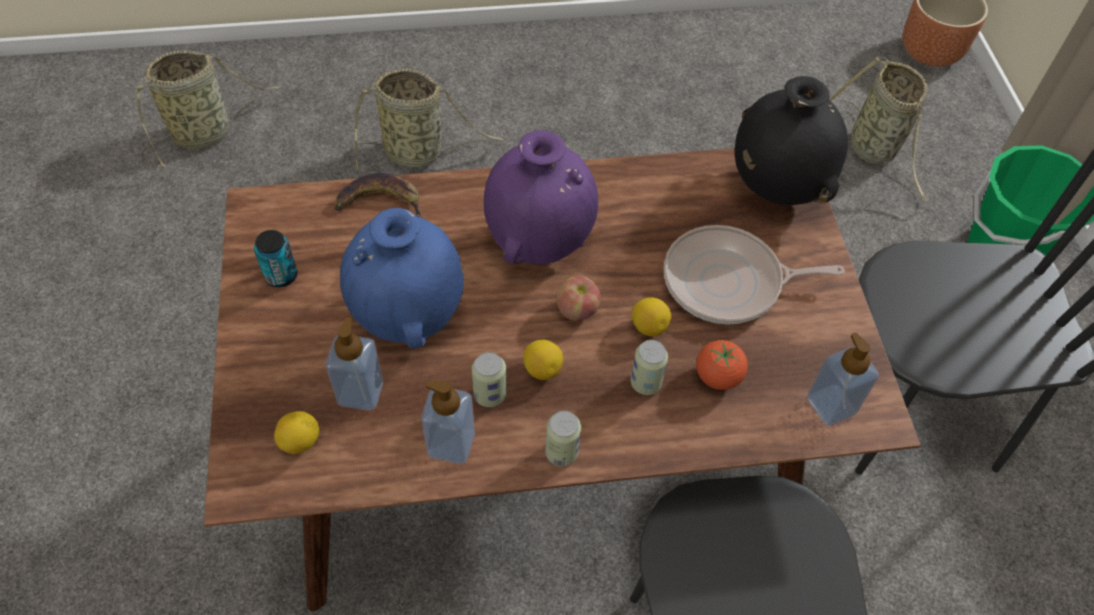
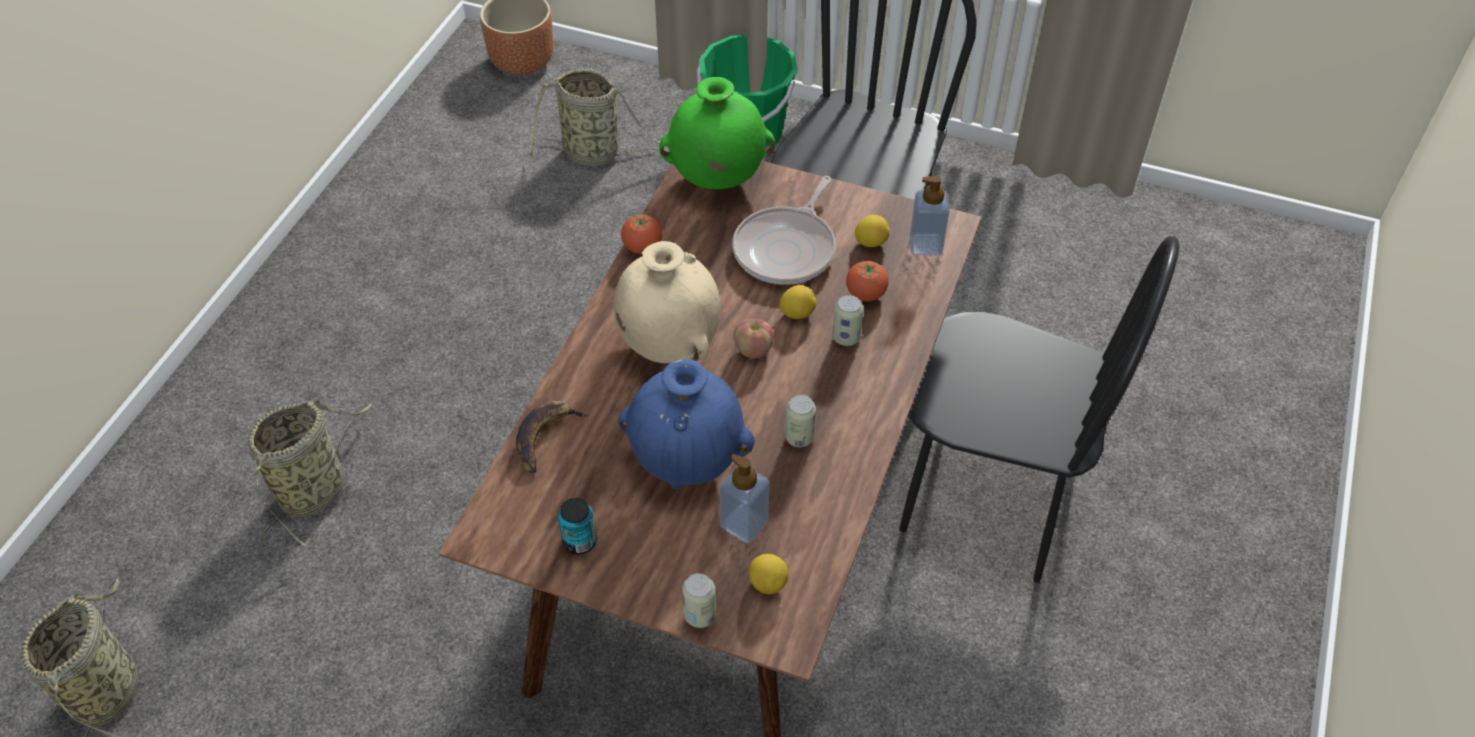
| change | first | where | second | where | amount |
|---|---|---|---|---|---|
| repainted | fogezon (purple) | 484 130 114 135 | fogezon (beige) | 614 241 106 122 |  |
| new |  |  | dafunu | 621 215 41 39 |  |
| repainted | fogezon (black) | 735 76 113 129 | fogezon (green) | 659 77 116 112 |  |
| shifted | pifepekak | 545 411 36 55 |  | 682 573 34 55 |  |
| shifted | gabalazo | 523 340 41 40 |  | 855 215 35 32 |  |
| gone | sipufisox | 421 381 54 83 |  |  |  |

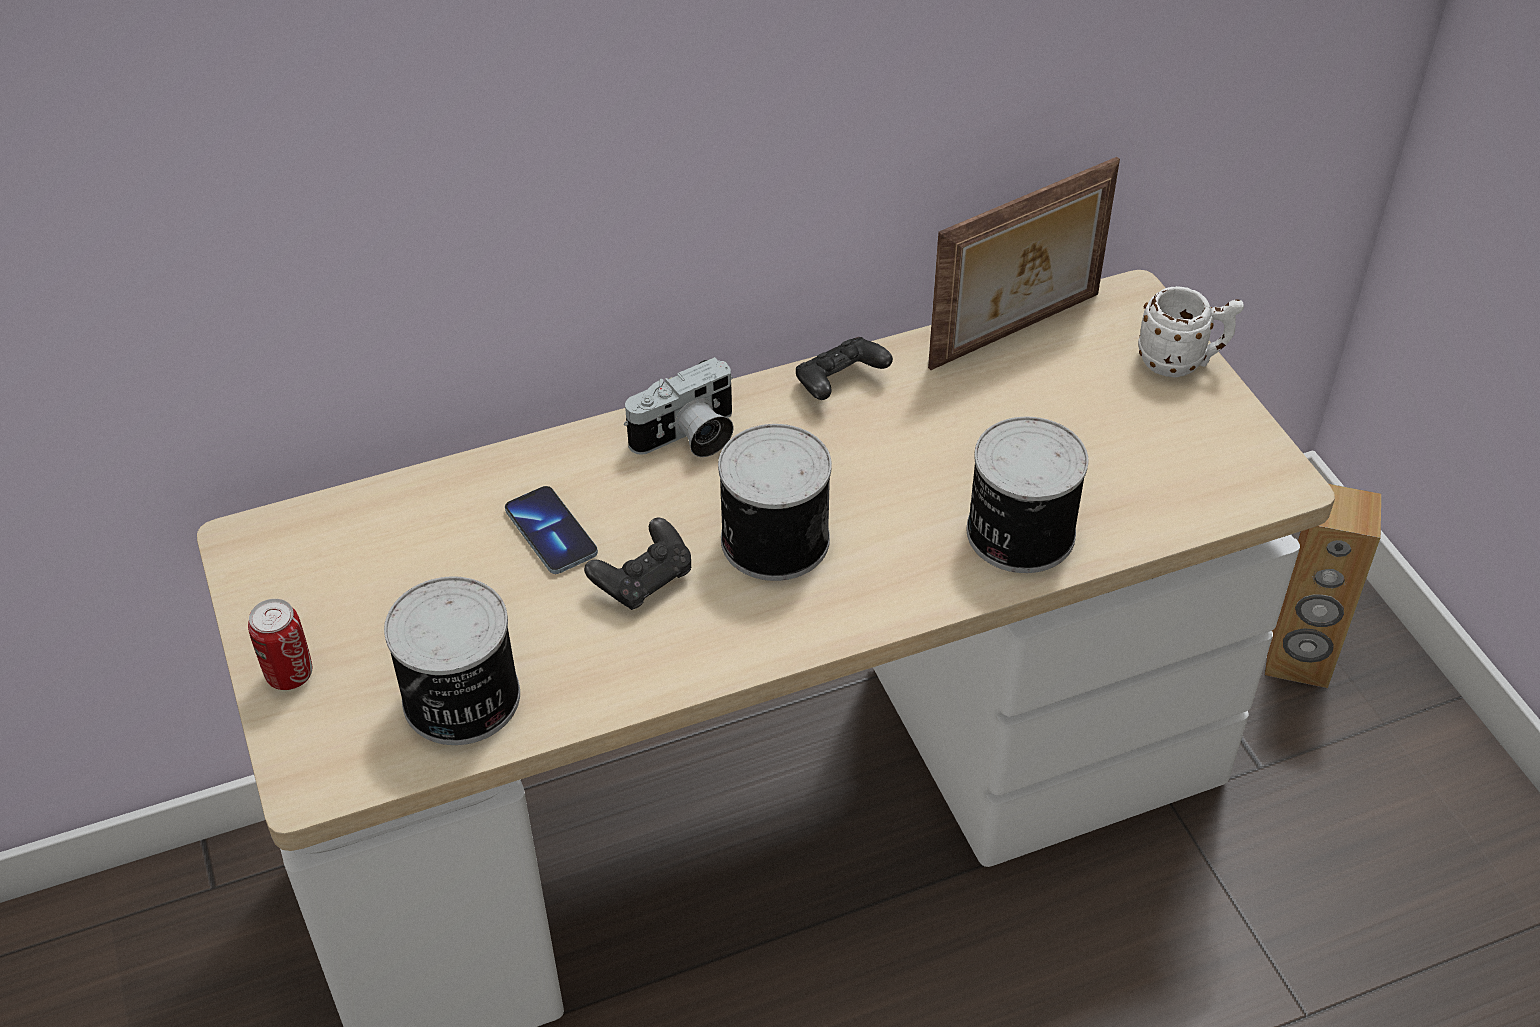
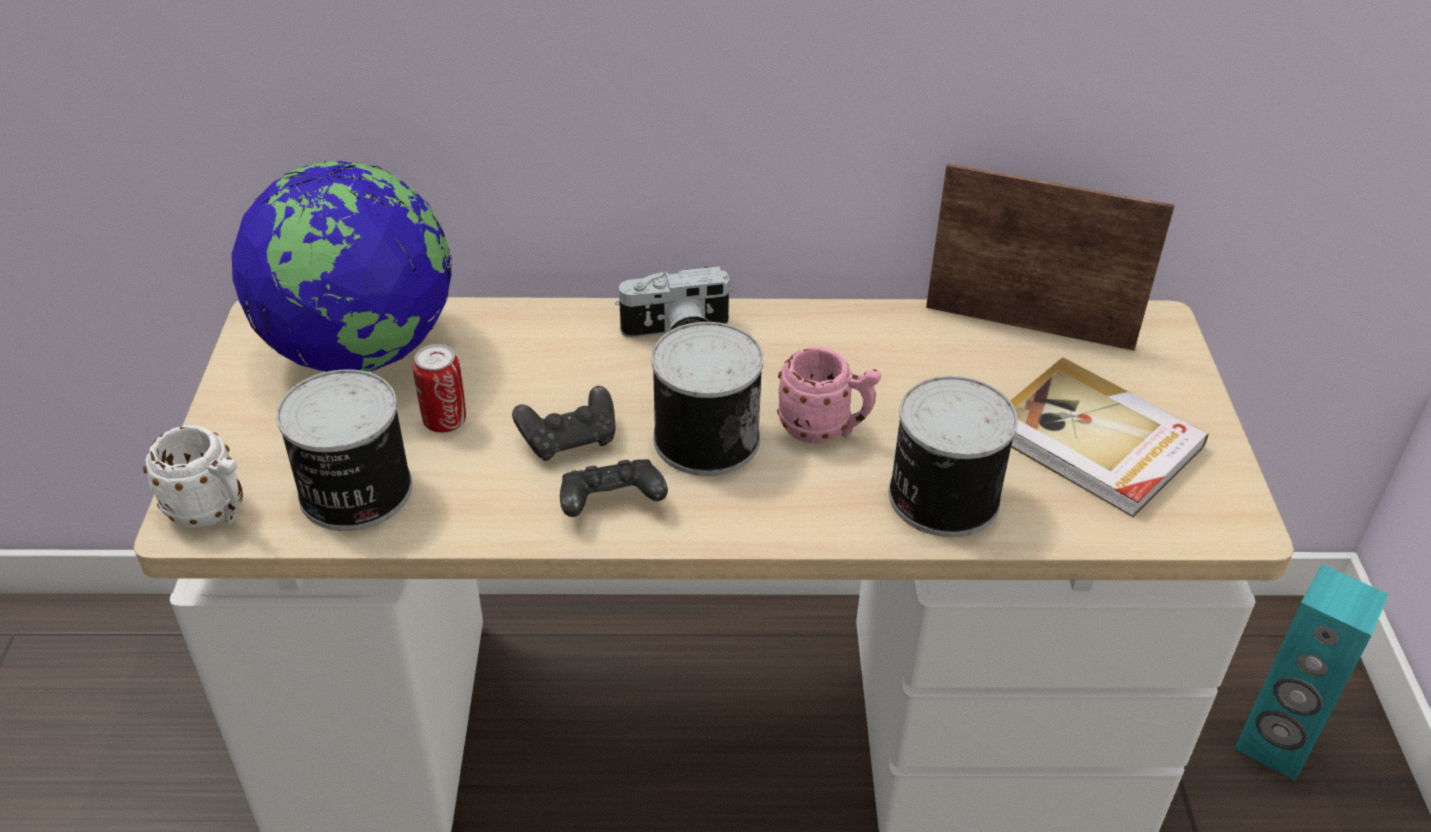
| change | first | where | second | where | amount |
|---|---|---|---|---|---|
| shifted | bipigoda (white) | 1138 286 106 91 |  | 143 425 100 103 |  |
| new |  |  | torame | 232 160 219 212 |  |
| shifted | pifepekak | 248 599 64 91 |  | 413 344 53 89 |  |
| shifted | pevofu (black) | 796 337 97 63 |  | 560 459 108 58 |  |
| new |  |  | bipigoda (pink) | 777 347 104 96 |  |
| rotated | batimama | 928 157 192 213 |  | 926 163 249 188 | 150 degrees counterclockwise |
| new |  |  | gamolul | 1010 357 199 161 |  |
| repainted | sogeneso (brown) | 1265 484 116 204 | sogeneso (turquoise) | 1234 564 155 217 |  |
| gone | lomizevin | 505 486 93 88 |  |  |  |

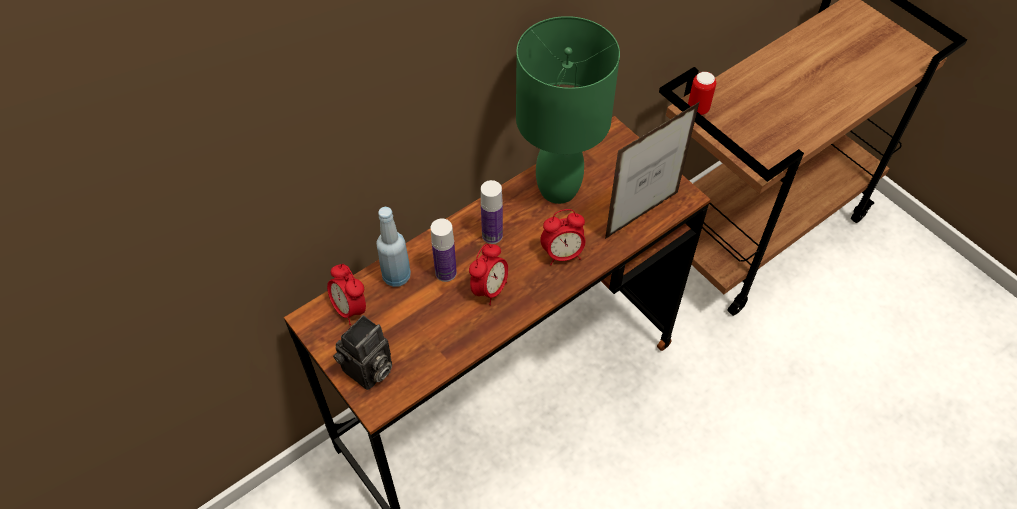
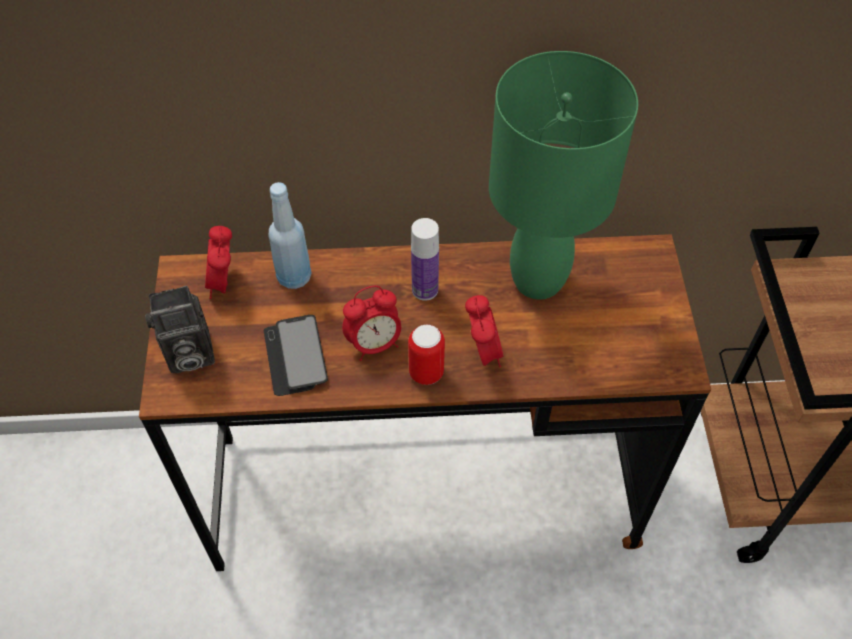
| change | first | where | second | where | amount |
|---|---|---|---|---|---|
| new |  |  | lomizevin | 264 315 64 81 |  |
| shifted | pifepekak | 688 72 28 43 |  | 408 324 37 61 |  |
| rotated | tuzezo | 540 209 45 56 |  | 465 295 38 73 | 120 degrees counterclockwise |
| gone | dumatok | 431 218 26 64 |  |  |  |
| gone | batimama | 605 102 94 137 |  |  |  |

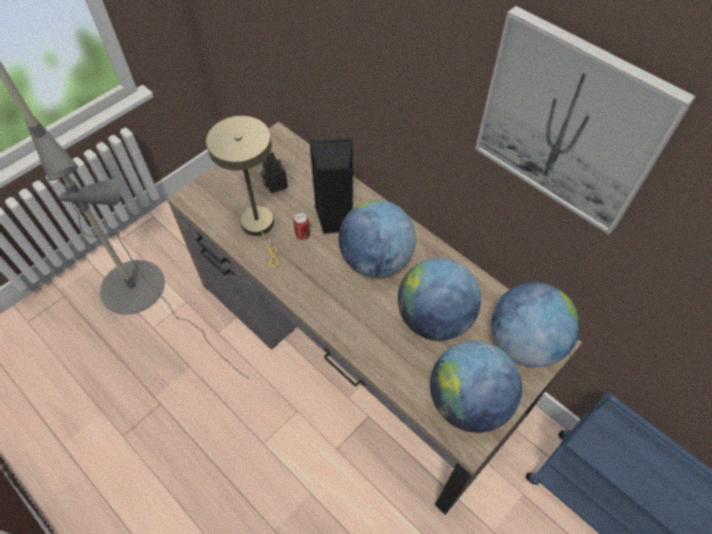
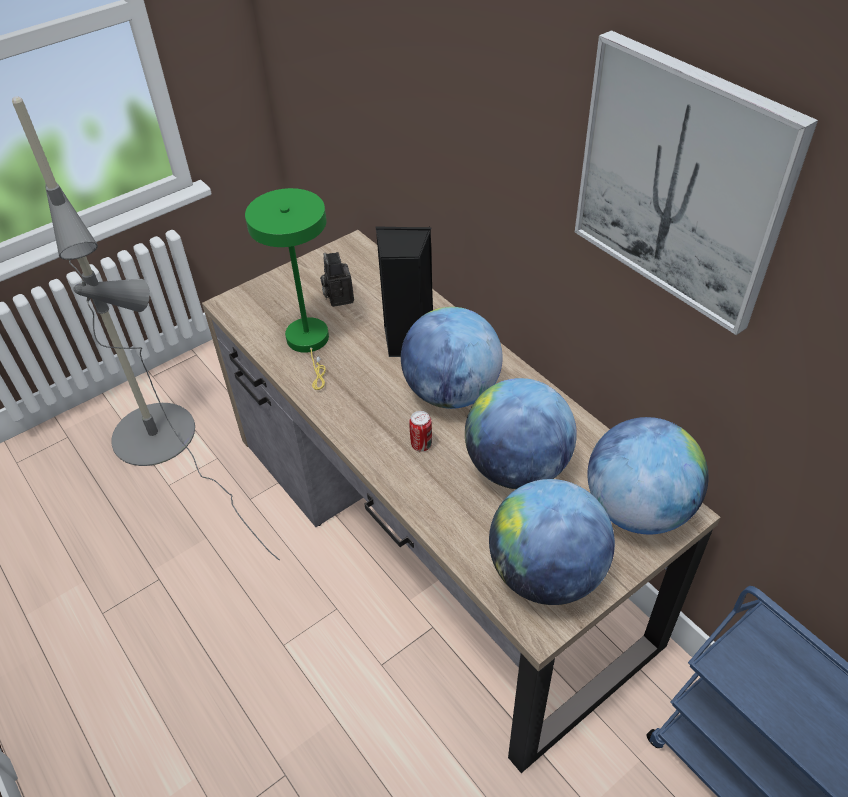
| change | first | where | second | where | amount |
|---|---|---|---|---|---|
| repainted | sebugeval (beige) | 206 116 73 152 | sebugeval (green) | 245 188 84 202 |  |
| shifted | pifepekak | 293 213 17 27 |  | 409 411 23 41 |  |

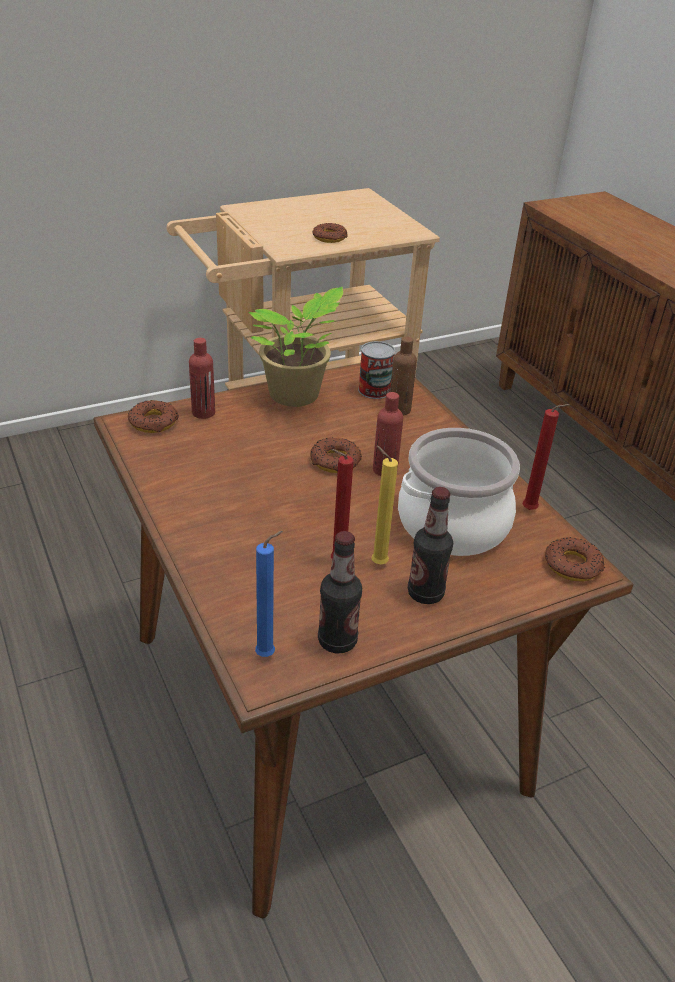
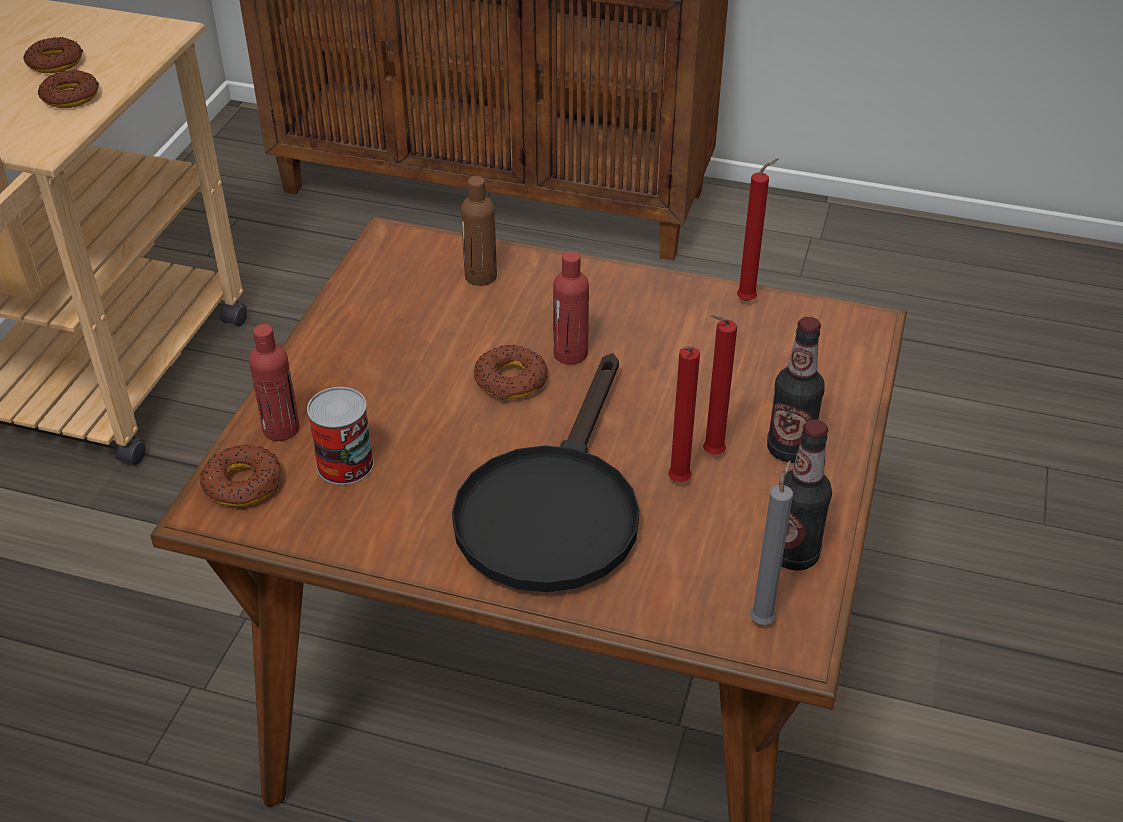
| change | first | where | second | where | amount |
|---|---|---|---|---|---|
| shifted | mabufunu | 545 537 60 45 |  | 23 37 60 36 |  |
| shifted | pifepekak | 358 341 37 58 |  | 307 387 67 98 |  |
| new |  |  | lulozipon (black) | 452 353 187 239 |  |
| repainted | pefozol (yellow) | 371 445 27 119 | pefozol (red) | 703 315 34 140 |  |
| repainted | pefozol (blue) | 255 531 28 126 | pefozol (grey) | 750 460 43 165 |  |
| gone | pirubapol | 249 287 94 120 |  |  |  |
| gone | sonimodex | 398 428 122 128 |  |  |  |

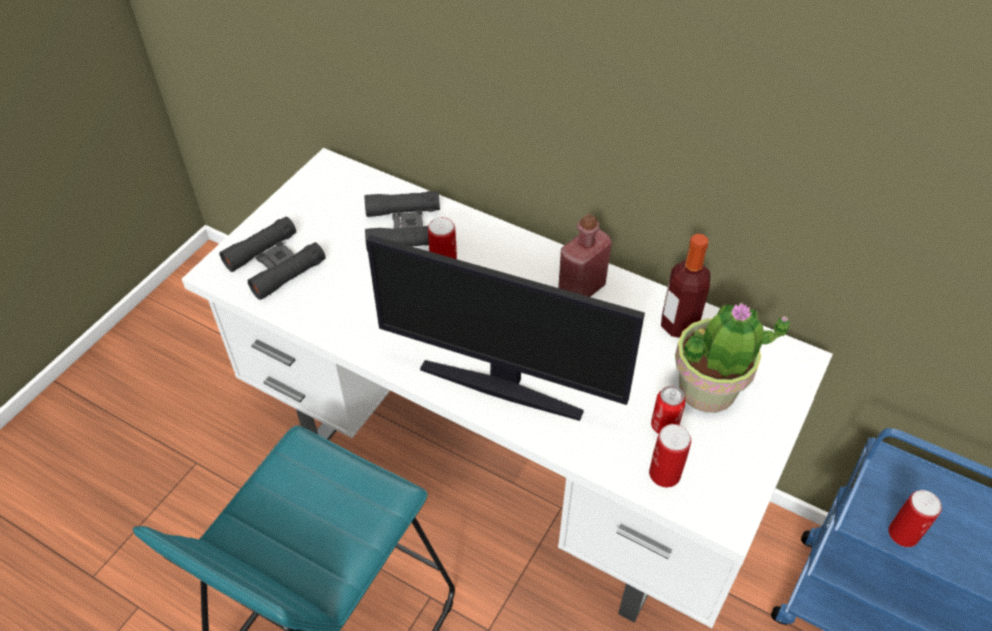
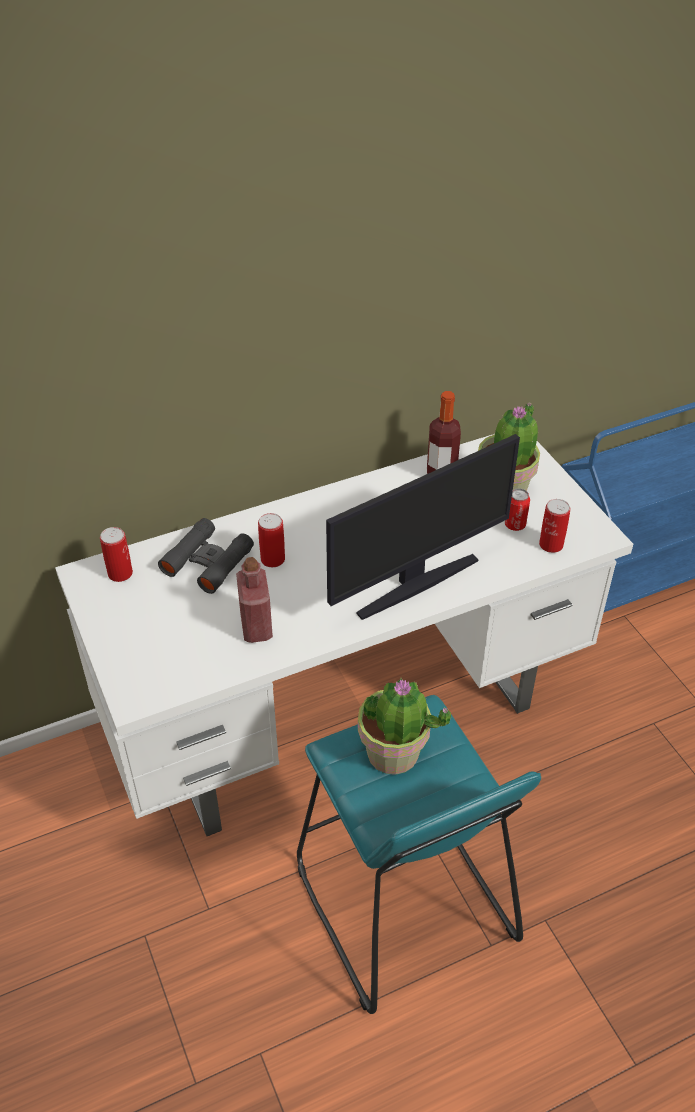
| change | first | where | second | where | amount |
|---|---|---|---|---|---|
| shifted | pifepekak | 888 490 54 57 |  | 100 527 33 55 |  |
| shifted | dumatok (red) | 558 214 54 83 |  | 236 557 37 86 |  |
| new |  |  | pirubapol | 358 678 93 97 |  |
| gone | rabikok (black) | 219 217 107 83 |  |  |  |

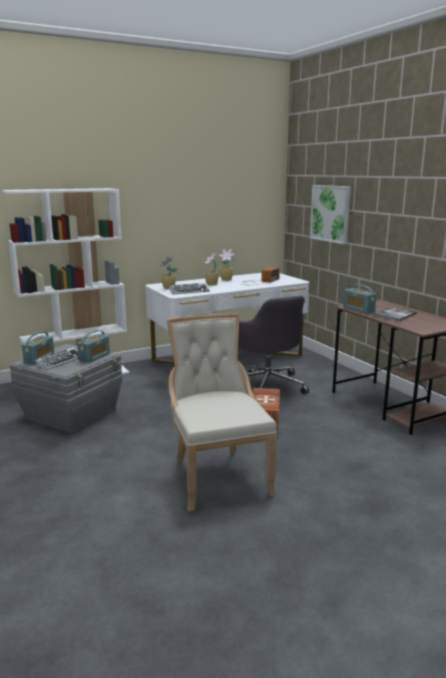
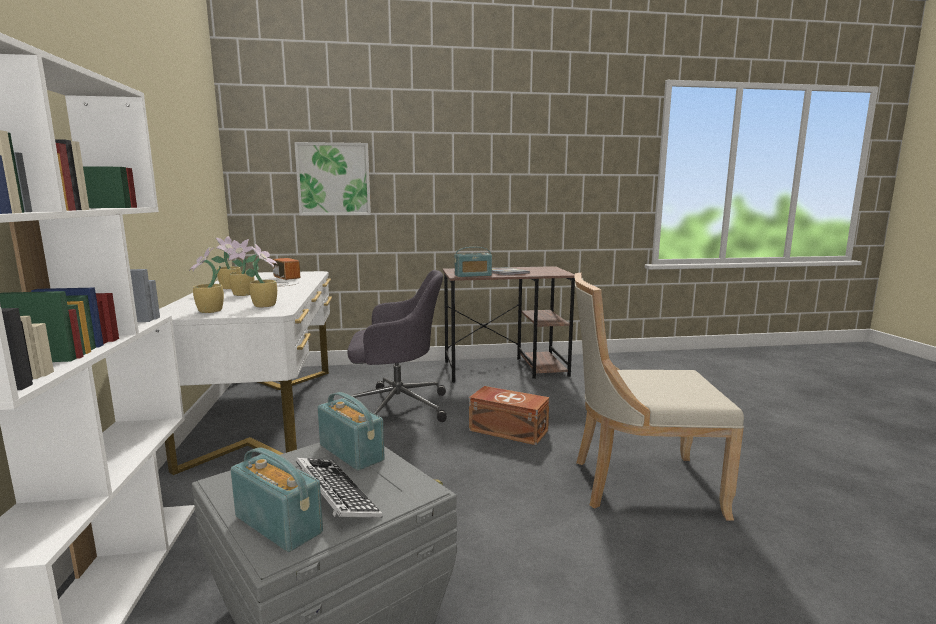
| change | first | where | second | where | amount |
|---|---|---|---|---|---|
| swapped | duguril | 168 283 42 12 | pirubapol | 245 244 33 63 |  |

